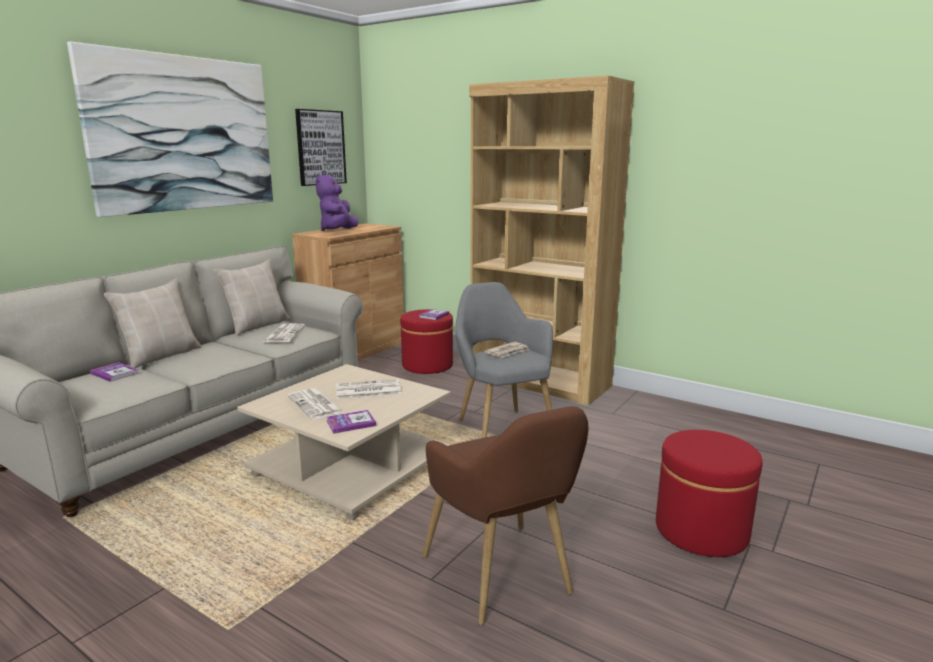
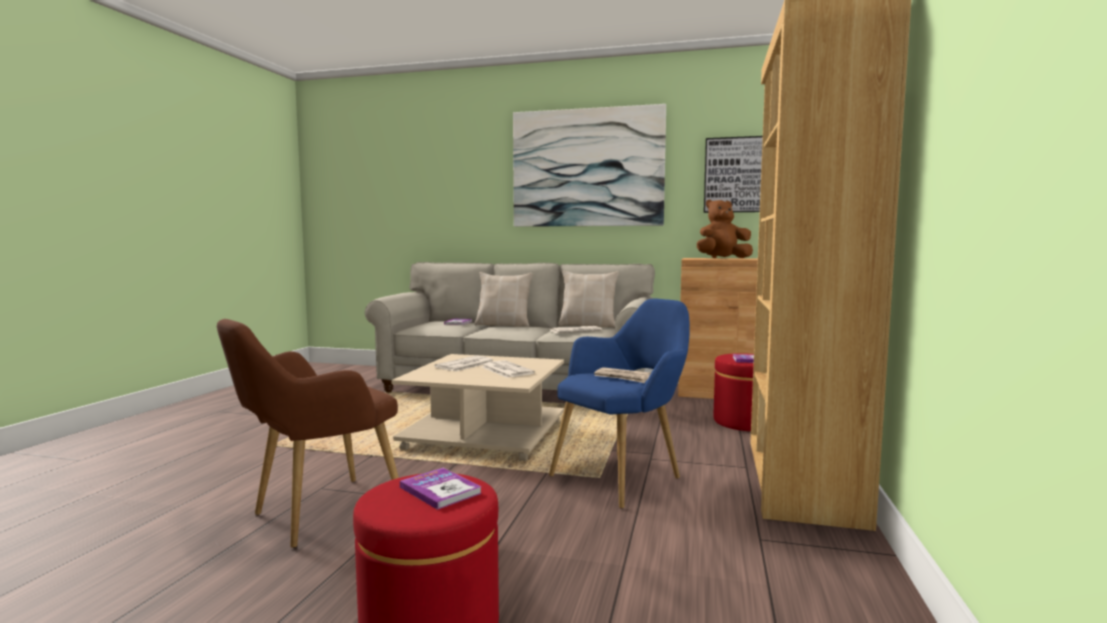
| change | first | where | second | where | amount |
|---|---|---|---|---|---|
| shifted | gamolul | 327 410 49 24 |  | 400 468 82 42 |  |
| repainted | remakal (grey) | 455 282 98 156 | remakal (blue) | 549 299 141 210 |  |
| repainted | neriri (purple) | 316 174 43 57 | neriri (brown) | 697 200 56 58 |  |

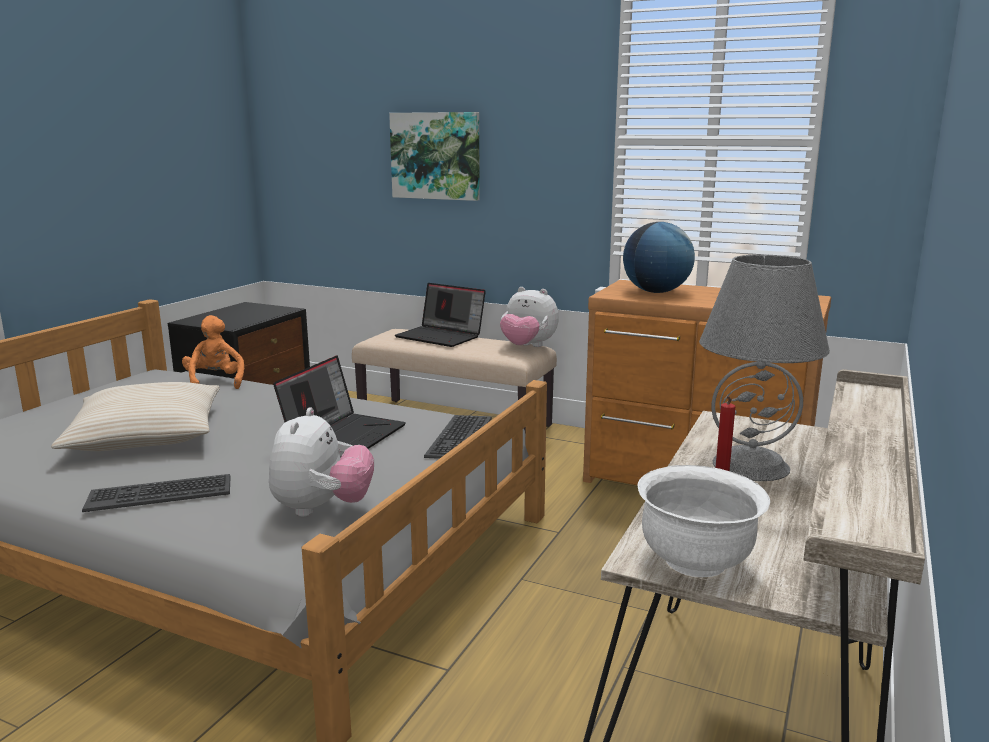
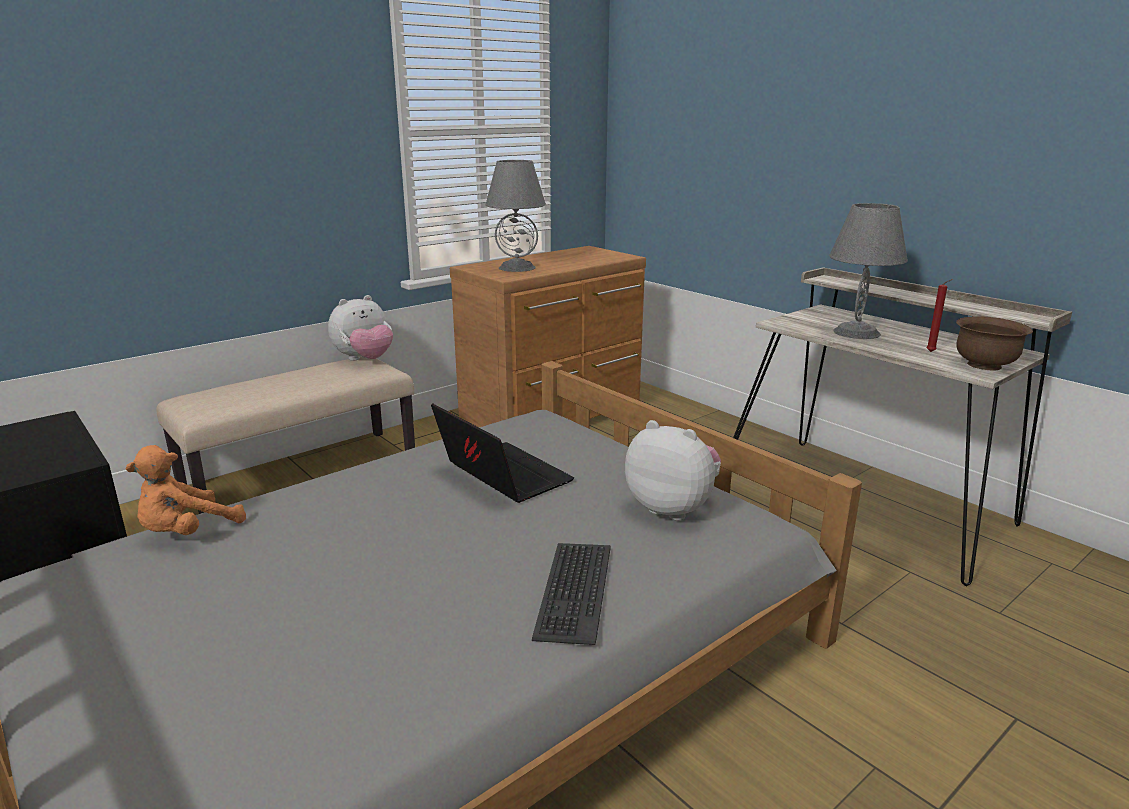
| change | first | where | second | where | amount |
|---|---|---|---|---|---|
| rotated | neriri (orange) | 182 315 62 74 |  | 126 445 120 90 | 60 degrees counterclockwise |
| swapped | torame | 623 222 72 71 | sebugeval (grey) | 486 160 60 112 |  |
| repainted | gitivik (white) | 638 465 132 112 | gitivik (brown) | 956 316 77 54 |  |
| gone | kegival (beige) | 51 382 169 69 |  |  |  |
| gone | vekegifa | 389 112 91 89 |  |  |  |
| gone | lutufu | 395 283 91 64 |  |  |  |
| gone | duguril | 424 415 68 44 |  |  |  |

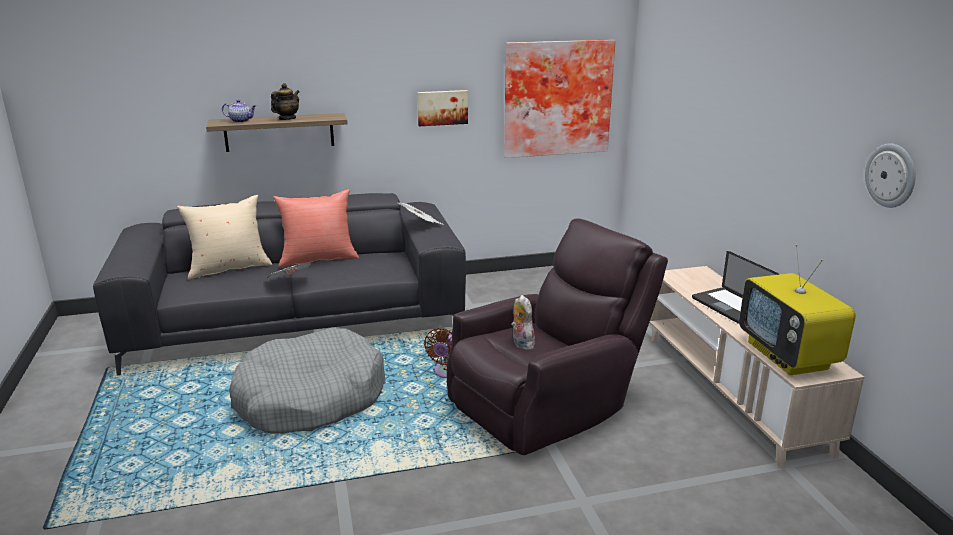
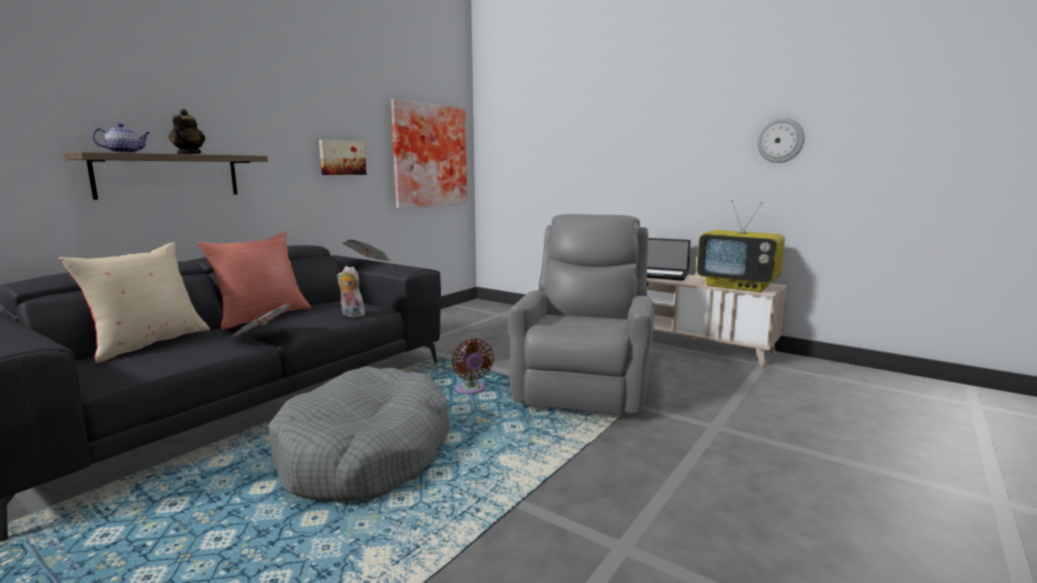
| change | first | where | second | where | amount |
|---|---|---|---|---|---|
| shifted | neriri | 511 295 24 55 |  | 337 266 28 51 |  |
| repainted | remakal (brown) | 447 219 221 236 | remakal (grey) | 509 214 145 201 |  |

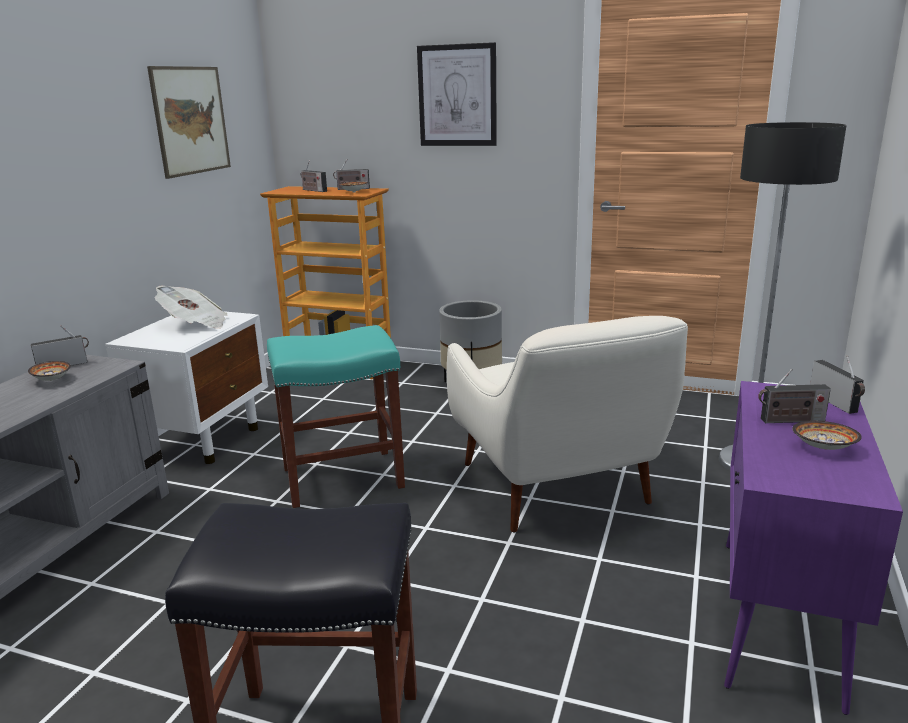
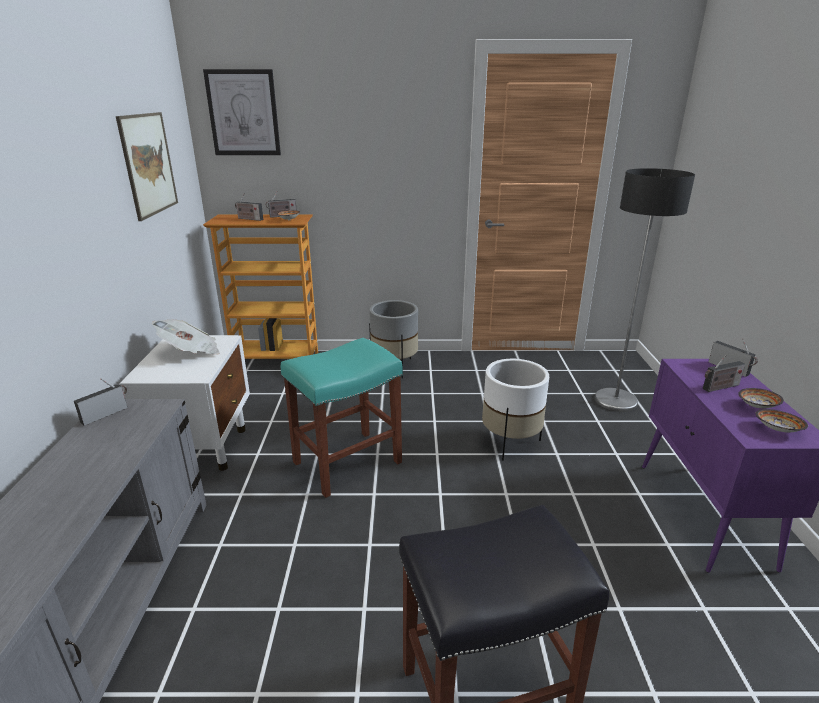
| change | first | where | second | where | amount |
|---|---|---|---|---|---|
| shifted | vekegifa | 417 42 80 104 |  | 203 69 78 86 |  |
| swapped | remakal (white) | 447 316 241 217 | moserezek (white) | 482 359 67 102 |  |
| shifted | gitivik | 28 361 43 20 |  | 756 409 52 24 |  |

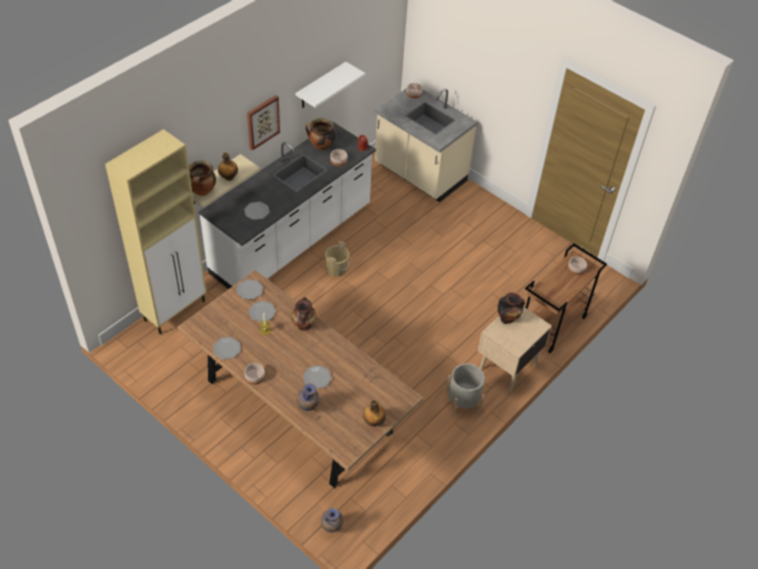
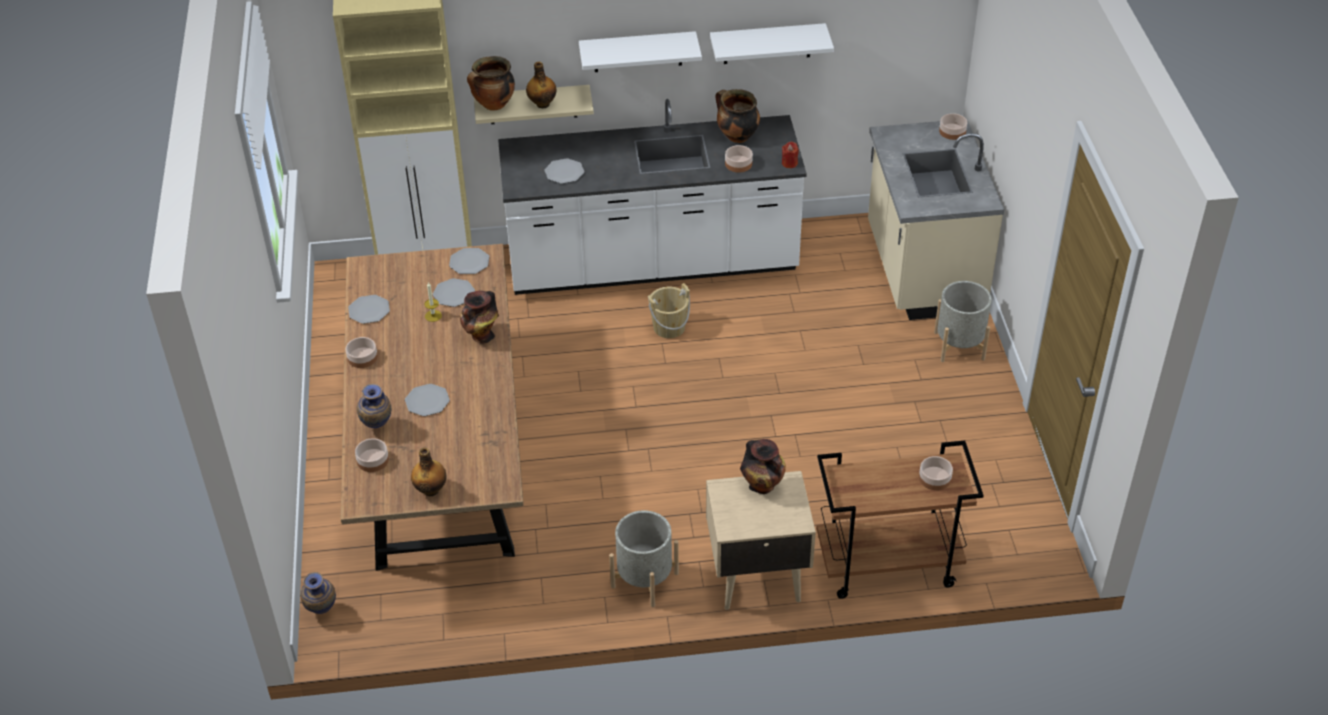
| change | first | where | second | where | amount |
|---|---|---|---|---|---|
| new |  |  | gitivik | 355 438 34 34 |  |
| swapped | vekegifa | 247 95 33 56 | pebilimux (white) | 579 31 123 41 |  |
| new |  |  | moserezek (grey) | 934 281 58 81 |  |

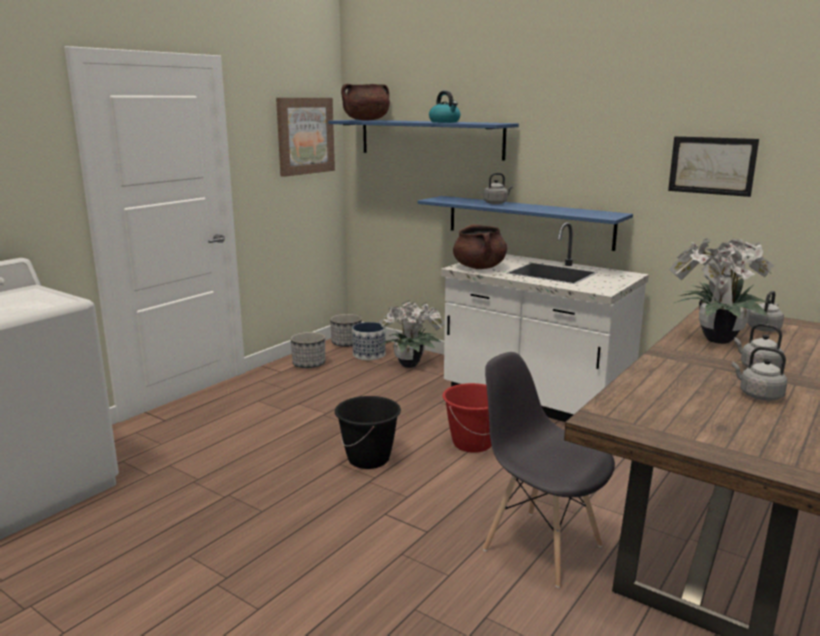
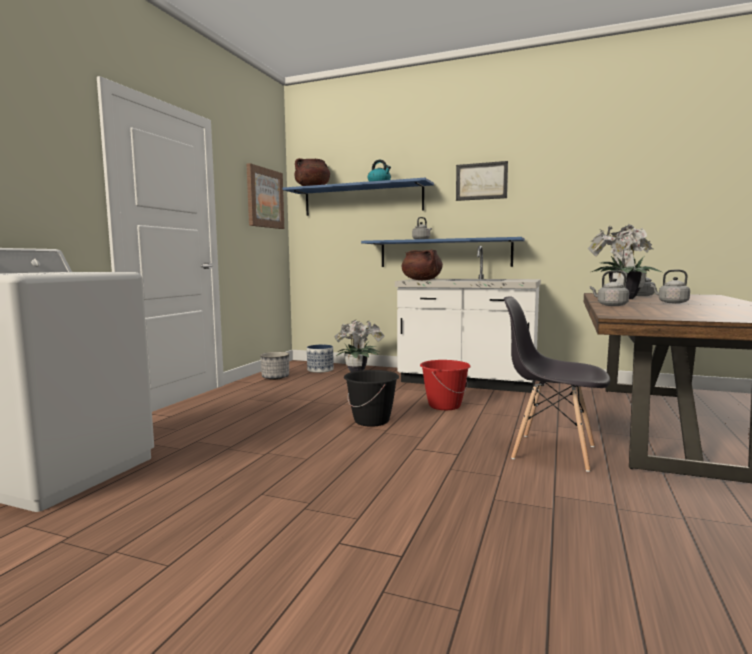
| change | first | where | second | where | amount |
|---|---|---|---|---|---|
| shifted | vekegifa | 668 136 91 61 |  | 456 161 52 40 |  |
| shifted | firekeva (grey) | 732 347 56 54 |  | 590 271 39 35 |  |
| gone | moserezek | 330 314 32 33 |  |  |  |

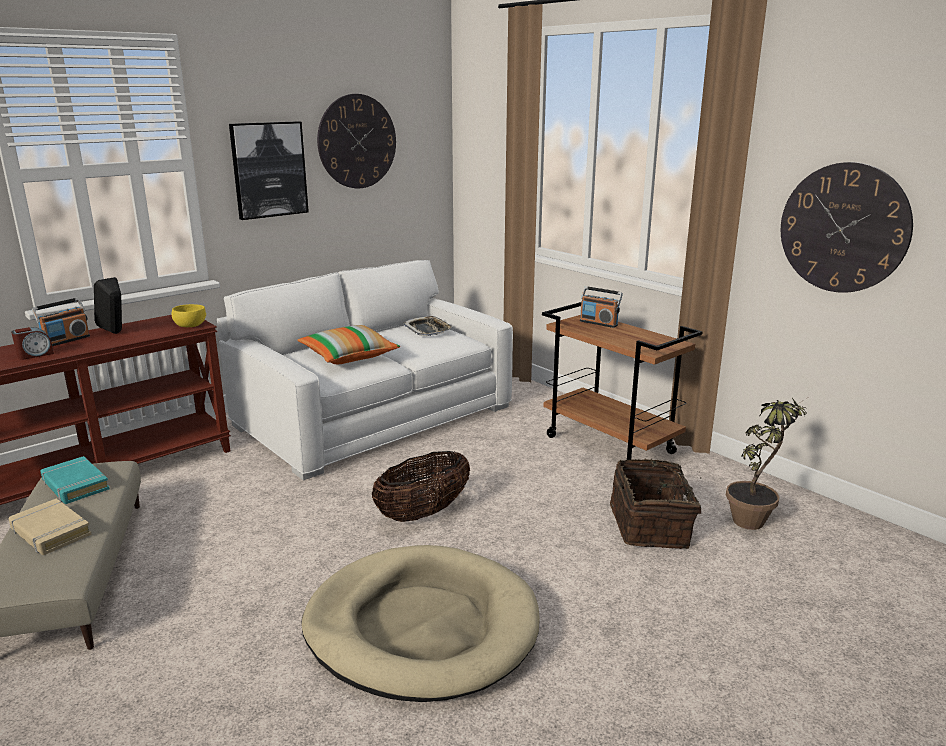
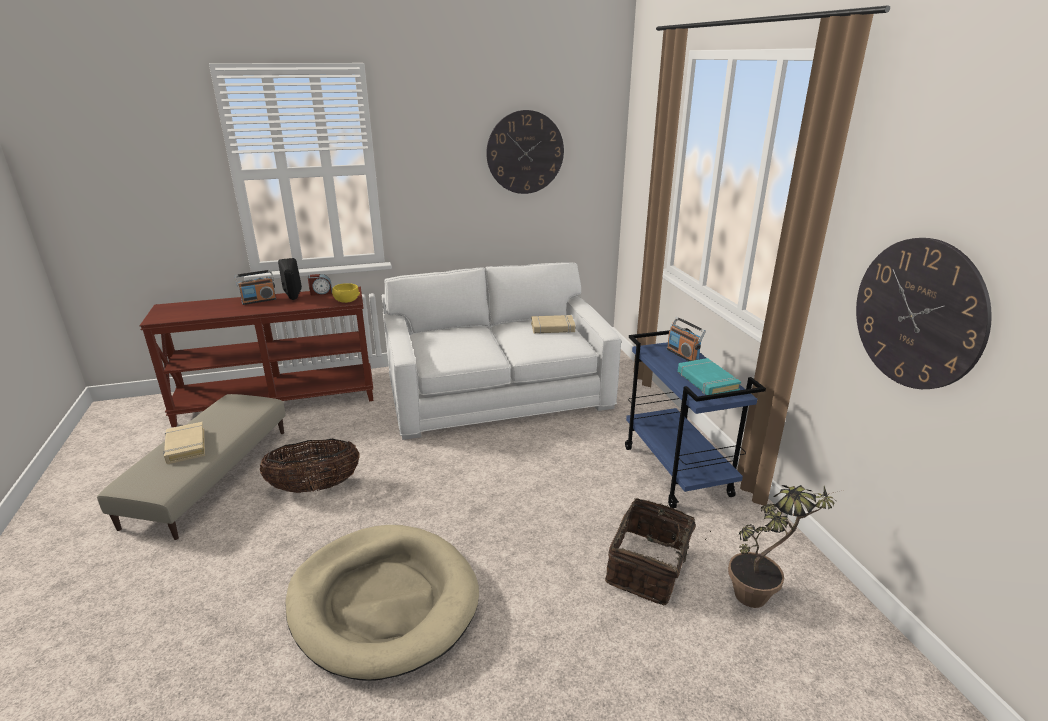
| change | first | where | second | where | amount |
|---|---|---|---|---|---|
| shifted | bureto | 372 451 98 71 |  | 260 439 100 54 |  |
| shifted | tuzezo | 11 327 43 33 |  | 308 274 24 22 |  |
| swapped | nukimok | 402 316 52 20 | gamolul (beige) | 531 315 44 19 |  |
| repainted | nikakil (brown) | 542 302 161 158 | nikakil (blue) | 625 328 141 180 |  |
| shifted | gamolul (turquoise) | 40 456 70 48 |  | 678 358 63 37 |  |
| gone | vekegifa | 229 121 80 99 |  |  |  |
| gone | kegival | 297 325 103 39 |  |  |  |

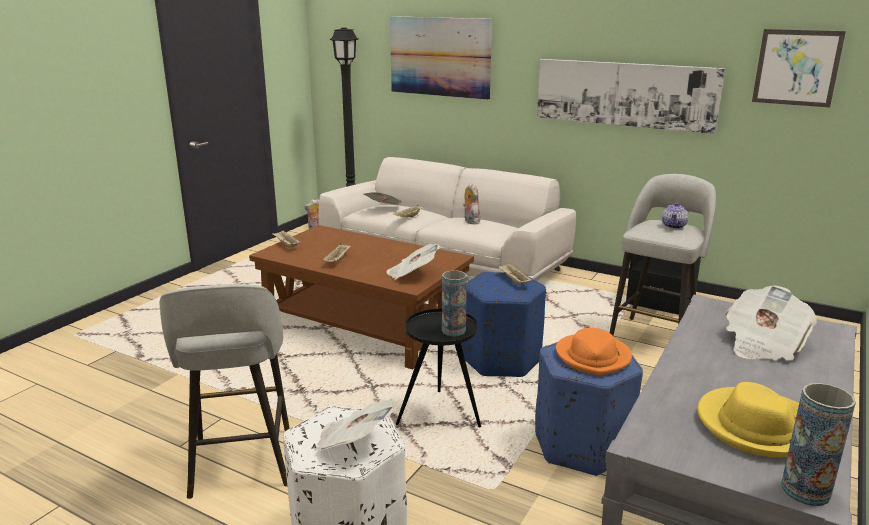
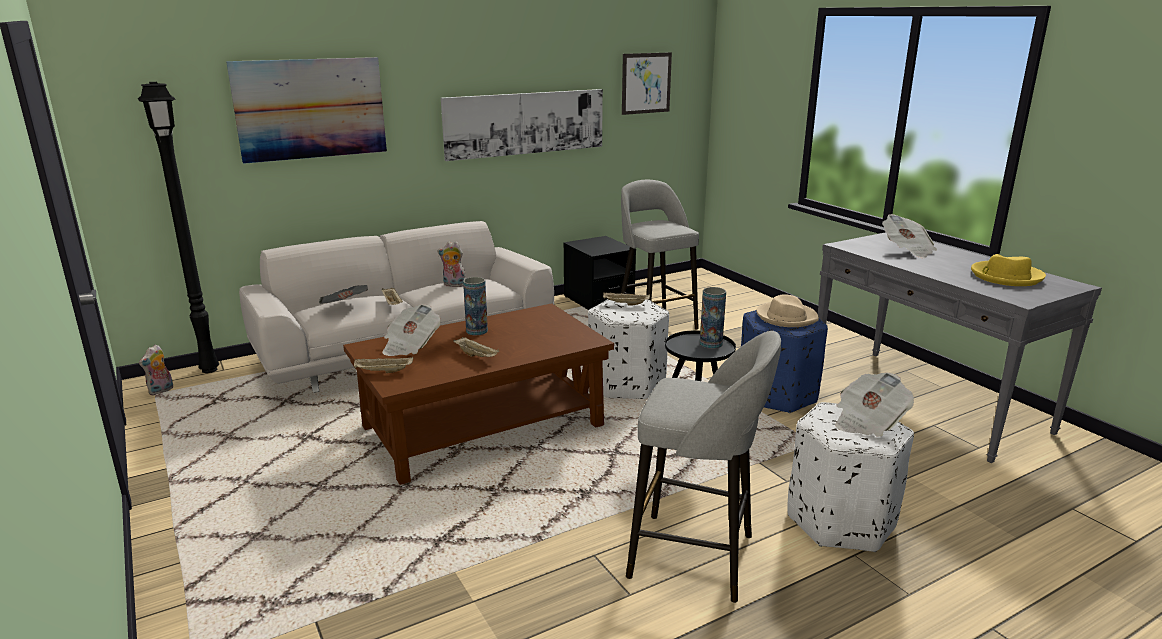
| change | first | where | second | where | amount |
|---|---|---|---|---|---|
| shifted | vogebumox | 386 244 54 36 |  | 382 304 59 52 |  |
| shifted | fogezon | 781 383 75 123 |  | 463 277 25 58 |  |
| repainted | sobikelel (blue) | 461 272 85 105 | sobikelel (white) | 588 299 81 100 |  |
| repainted | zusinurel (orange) | 556 328 76 47 | zusinurel (beige) | 756 294 63 33 |  |
| gone | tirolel | 662 203 26 26 |  |  |  |

